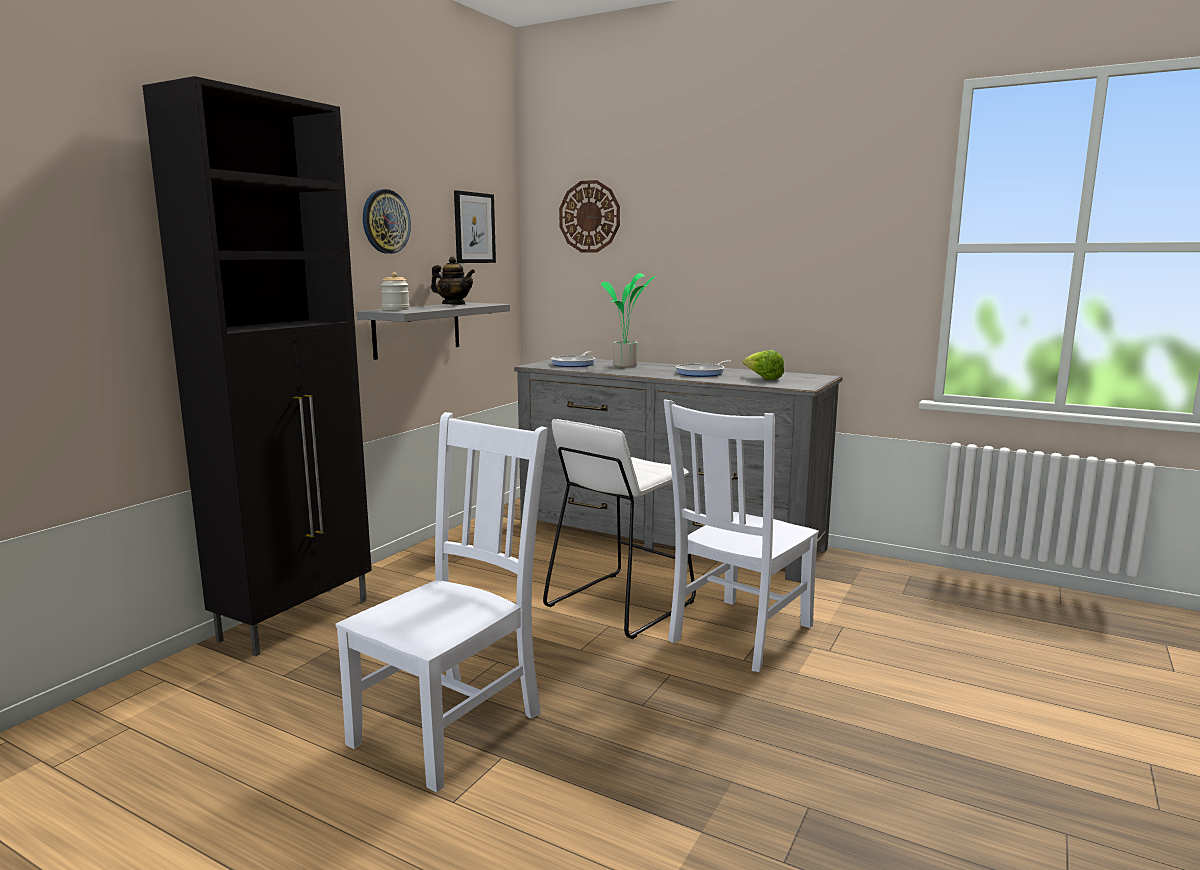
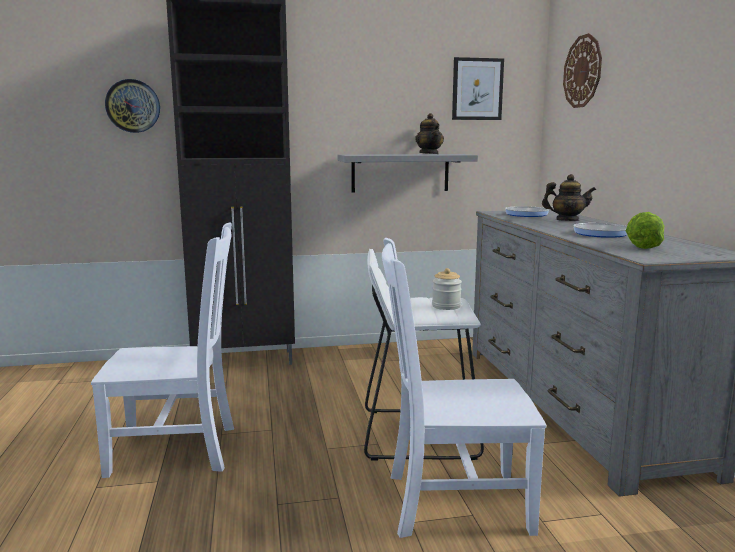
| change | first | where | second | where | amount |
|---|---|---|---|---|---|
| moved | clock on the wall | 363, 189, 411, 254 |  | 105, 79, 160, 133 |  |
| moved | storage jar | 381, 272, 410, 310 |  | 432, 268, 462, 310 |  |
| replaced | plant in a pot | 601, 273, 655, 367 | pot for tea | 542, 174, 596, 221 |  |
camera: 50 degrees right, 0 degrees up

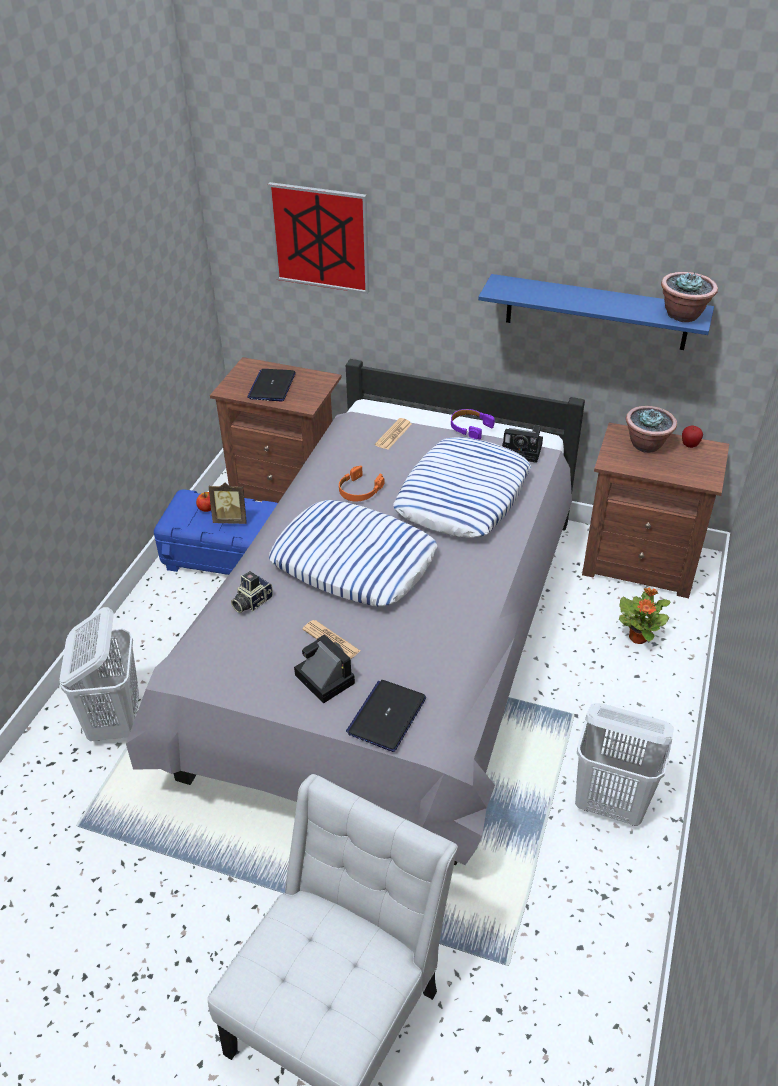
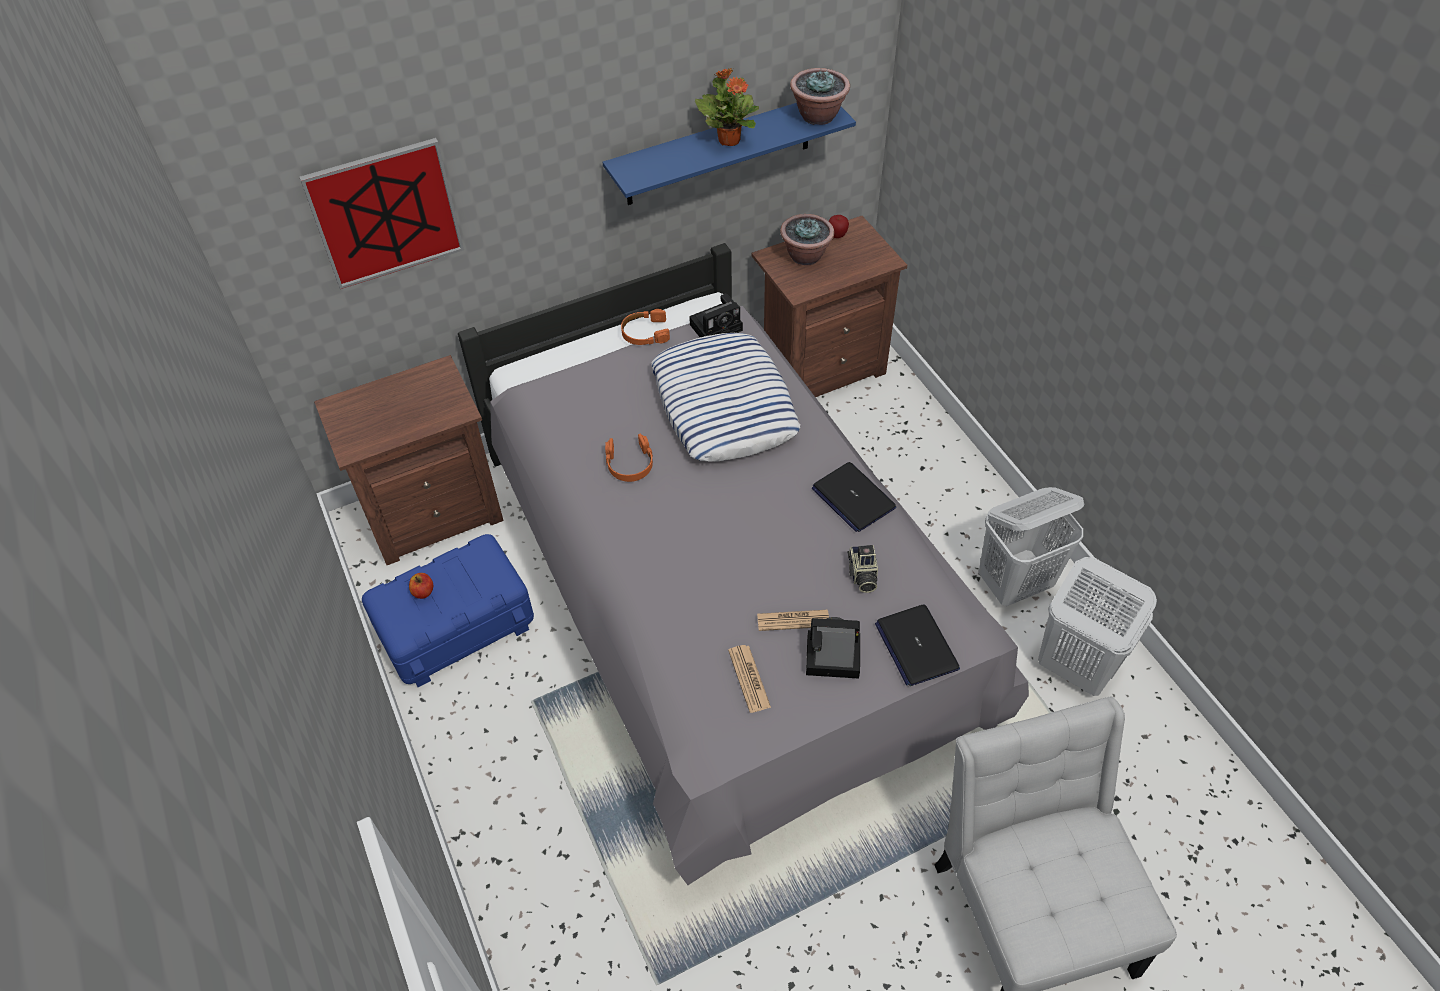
| change | first | where | second | where | amount |
|---|---|---|---|---|---|
| moved | white-coloured hamper | 60, 607, 139, 741 |  | 1038, 557, 1157, 696 |  |
| removed | photo frame | 209, 483, 247, 524 |  |  |  |
| moved | photo camera | 231, 571, 273, 613 |  | 848, 545, 878, 593 |  |
| moved | laptop | 247, 369, 296, 402 |  | 812, 462, 896, 532 |  |
| removed | pillow | 269, 500, 437, 607 |  |  |  |
| moved | printed paper | 375, 418, 412, 449 |  | 728, 645, 771, 713 |  |
| recoloured | purple pair of headphones | 451, 409, 495, 440 | orange pair of headphones | 621, 309, 670, 345 |  |
| moved | plant in a pot | 619, 587, 670, 644 |  | 695, 68, 759, 146 |  |
camera: 45 degrees left, 10 degrees up

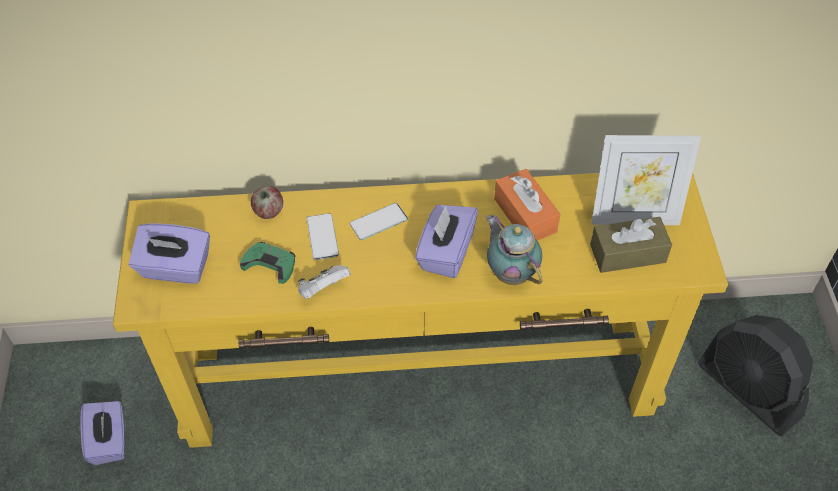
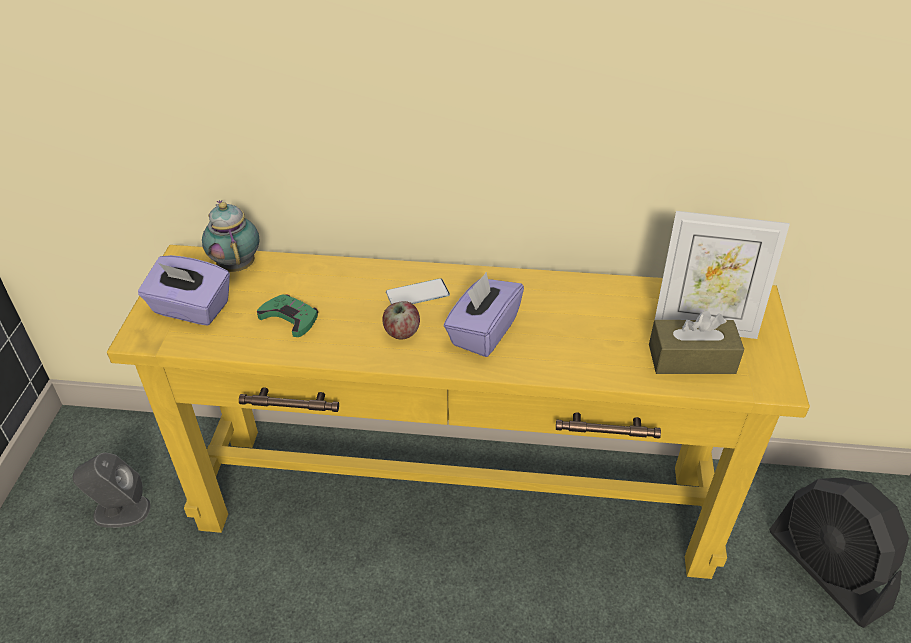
| change | first | where | second | where | amount |
|---|---|---|---|---|---|
| replaced | purple box of tissues | 81, 401, 125, 465 | gray loudspeaker | 73, 453, 151, 528 |  |
| moved | apple | 251, 186, 283, 219 |  | 382, 301, 420, 340 |  |
| removed | white-coloured gamepad | 298, 265, 350, 299 |  |  |  |
| removed | telephone | 307, 213, 339, 260 |  |  |  |
| moved | pot for tea | 486, 215, 542, 285 |  | 202, 200, 259, 272 |  |
| removed | orange box of tissues | 494, 169, 560, 241 |  |  |  |
camera: 10 degrees right, 10 degrees down

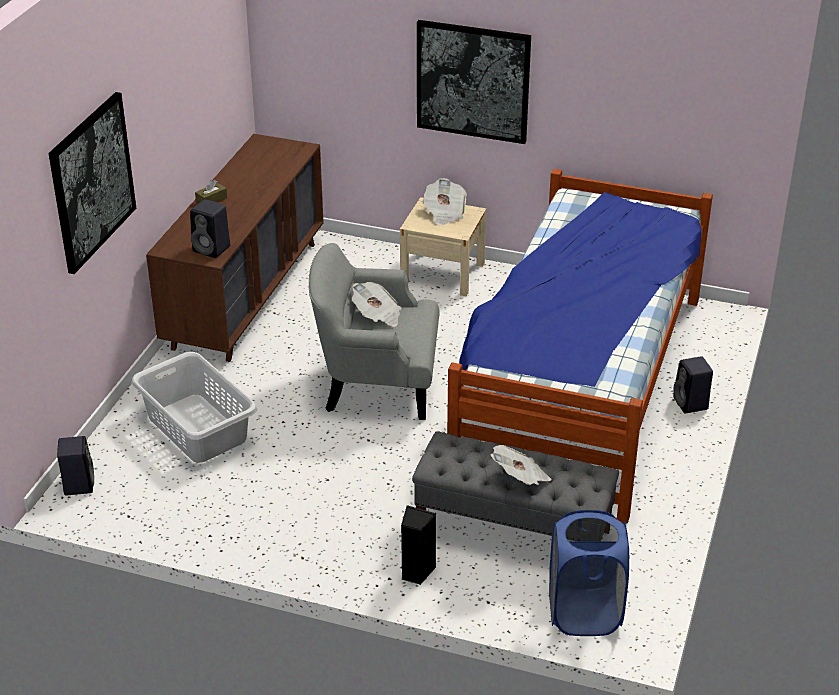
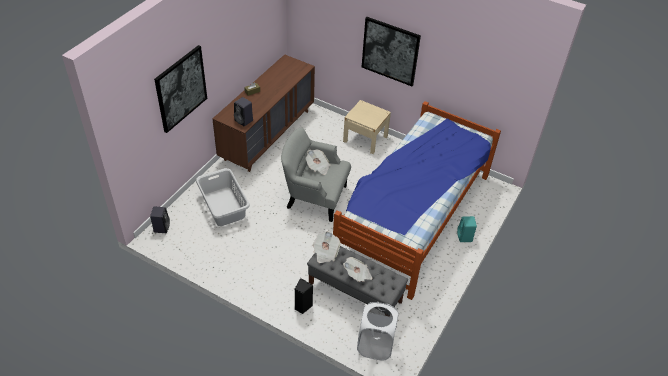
| change | first | where | second | where | amount |
|---|---|---|---|---|---|
| moved | printed paper | 422, 178, 467, 225 |  | 313, 231, 341, 263 |  |
| recoloured | blue-coloured hamper | 549, 510, 629, 636 | white-coloured hamper | 357, 302, 399, 361 |  |
| recoloured | blackish loudspeaker | 673, 356, 713, 414 | turquoise loudspeaker | 457, 216, 477, 242 |  |
camera: 10 degrees right, 10 degrees up

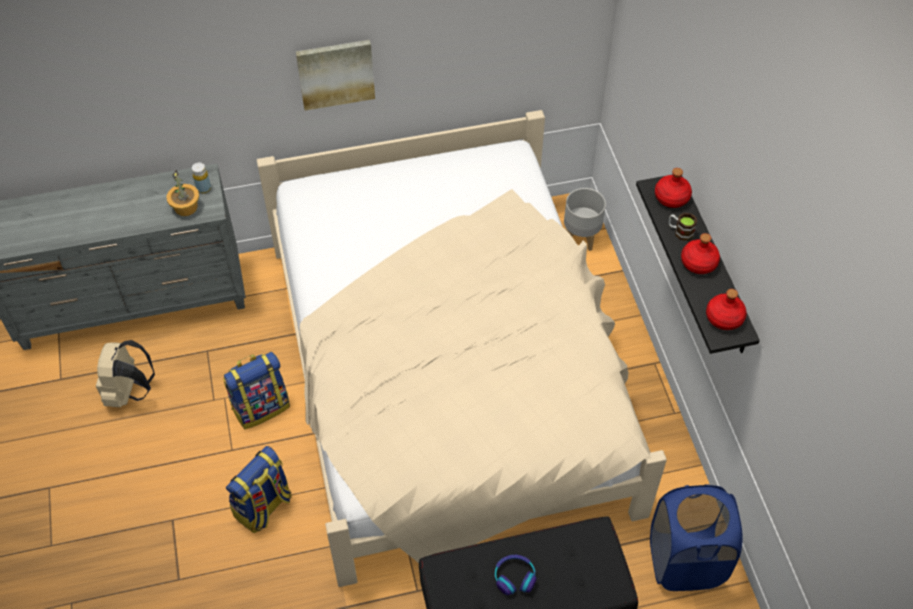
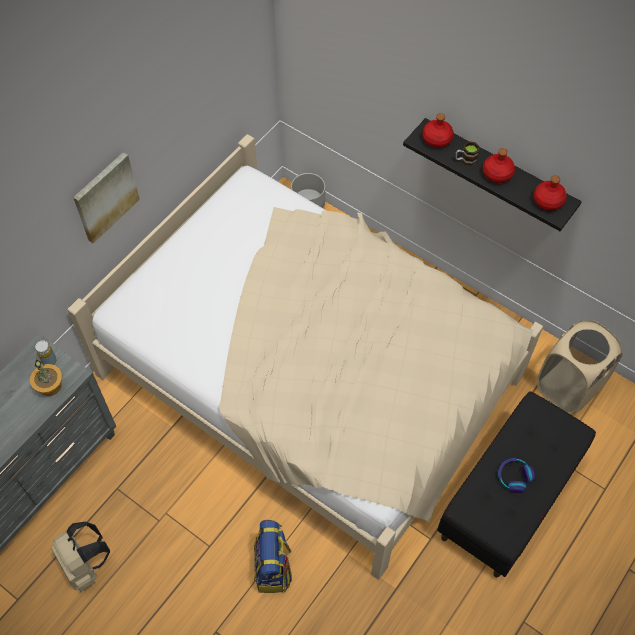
| change | first | where | second | where | amount |
|---|---|---|---|---|---|
| removed | rucksack | 223, 352, 290, 429 |  |  |  |
| recoloured | blue-coloured hamper | 650, 484, 743, 591 | sand-coloured hamper | 537, 320, 623, 414 |  |
camera: 40 degrees left, 5 degrees up

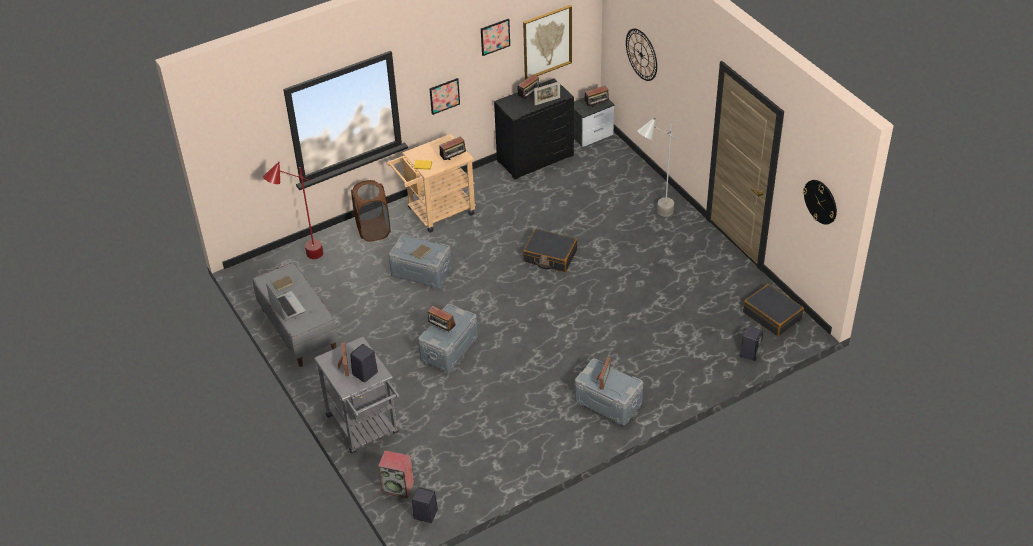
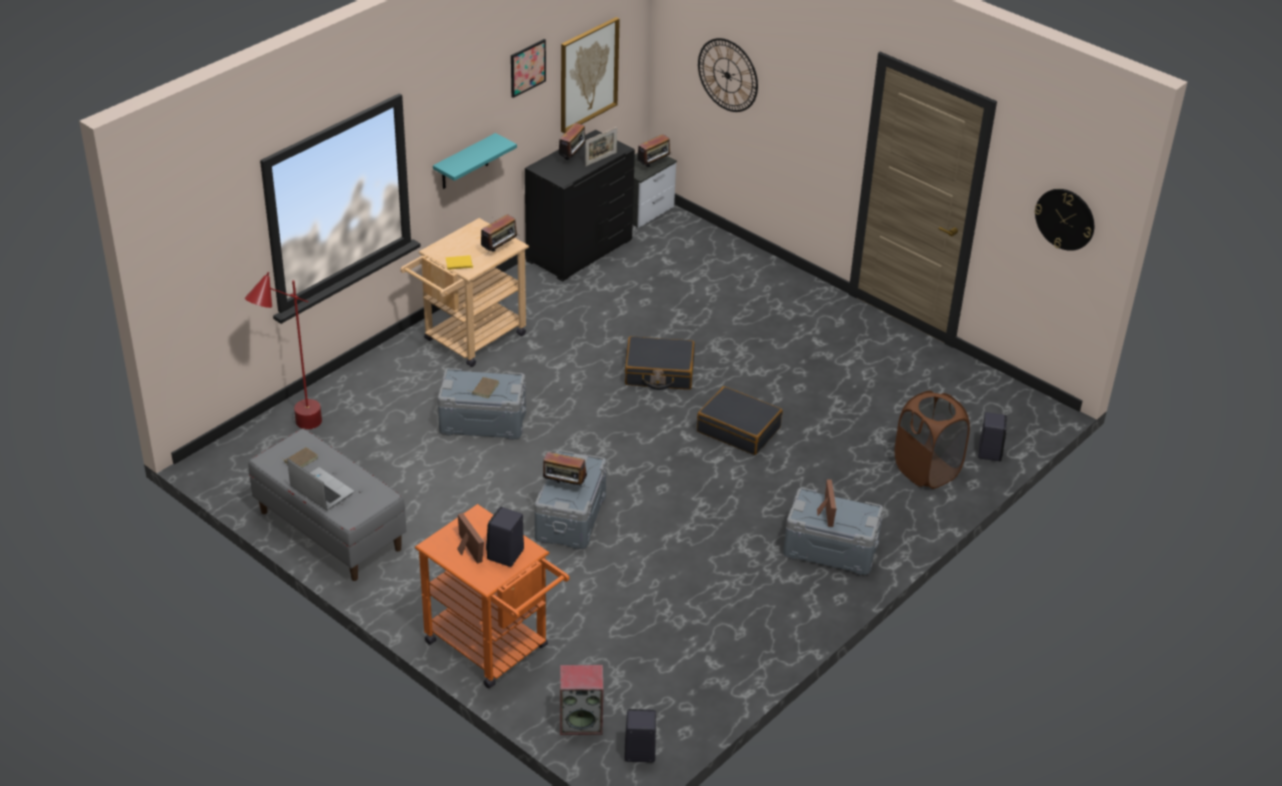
| change | first | where | second | where | amount |
|---|---|---|---|---|---|
| recoloured | gray trolley | 314, 336, 399, 454 | orange trolley | 415, 504, 570, 688 |  |
| moved | brown hamper | 351, 180, 390, 242 |  | 895, 391, 970, 489 |  |
| replaced | wall art | 430, 78, 460, 115 | turquoise bracket shelf | 433, 133, 517, 189 |  |
| removed | gray standard lamp | 637, 117, 678, 217 |  |  |  |
| moved | blackish piece of luggage | 743, 284, 804, 336 |  | 697, 386, 783, 455 |  |
camera: 20 degrees left, 5 degrees down

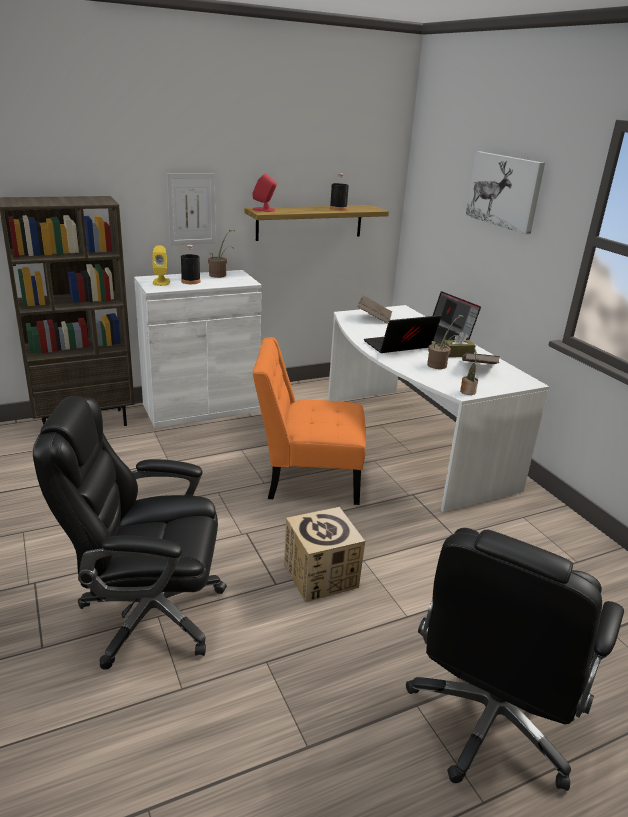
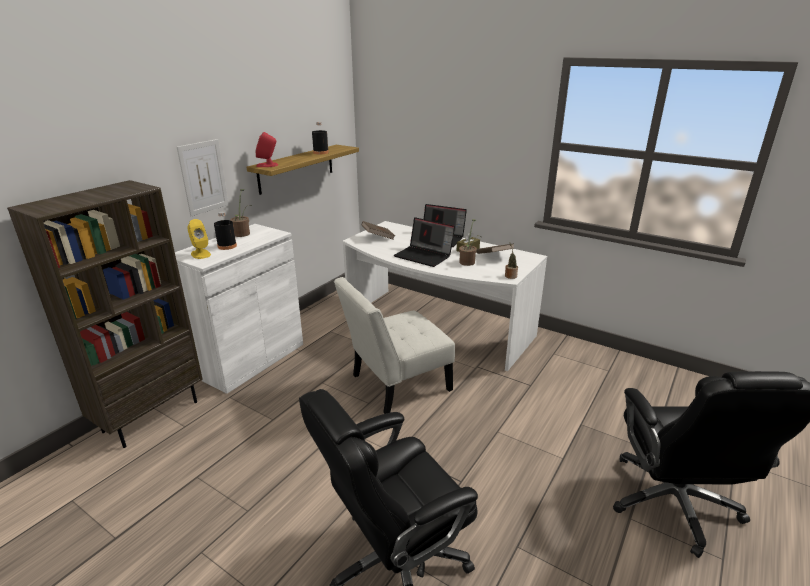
| change | first | where | second | where | amount |
|---|---|---|---|---|---|
| recoloured | orange chair | 252, 337, 366, 505 | white-coloured chair | 334, 277, 455, 414 |  |
| removed | cardboard box | 284, 507, 365, 602 |  |  |  |
| turned | laptop | 363, 315, 441, 353 |  | 394, 217, 455, 267 | 90 degrees counterclockwise |
| removed | wall art | 466, 151, 545, 234 |  |  |  |
camera: 30 degrees left, 0 degrees up

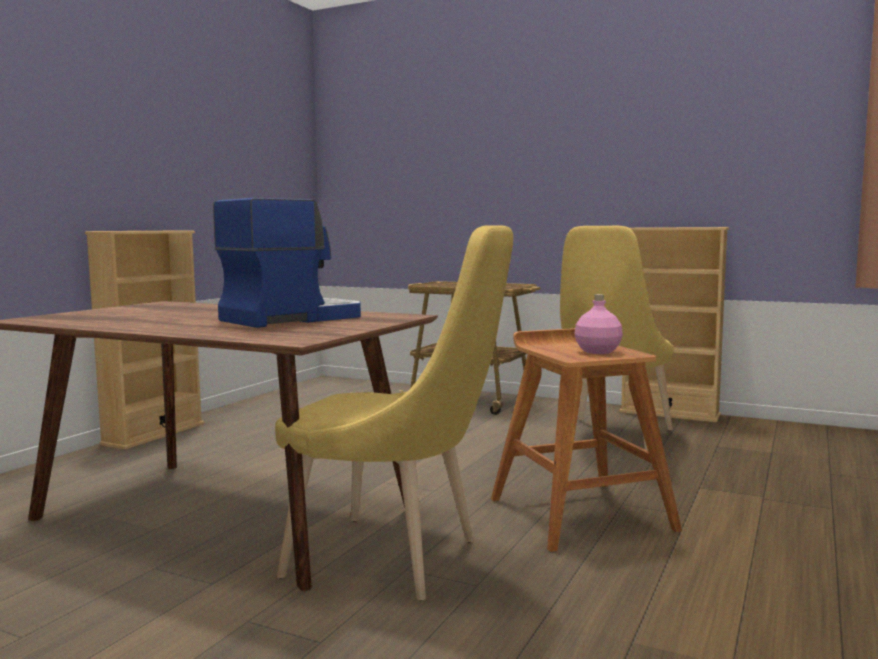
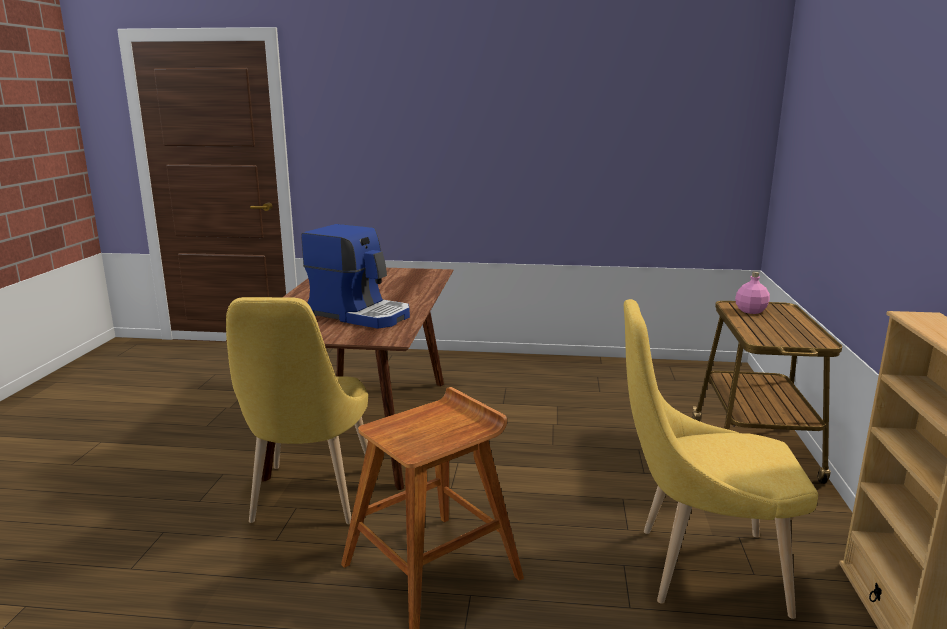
| change | first | where | second | where | amount |
|---|---|---|---|---|---|
| removed | sand-coloured bookcase | 85, 230, 204, 450 |  |  |  |
| moved | pink beverage bottle | 574, 294, 623, 354 |  | 735, 272, 770, 314 |  |
camera: 70 degrees right, 10 degrees up

